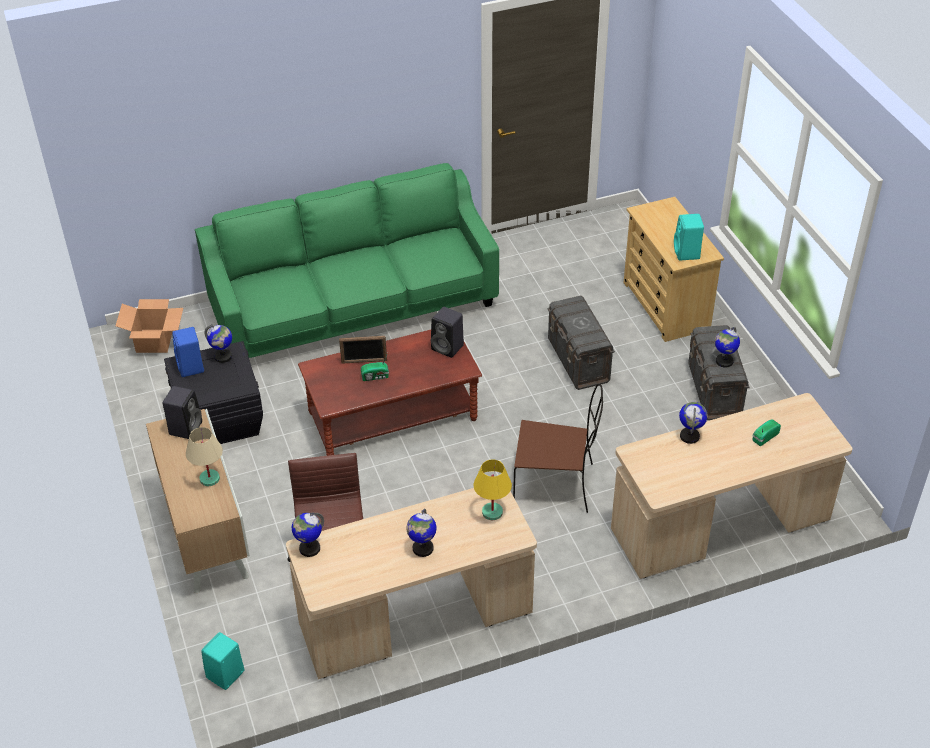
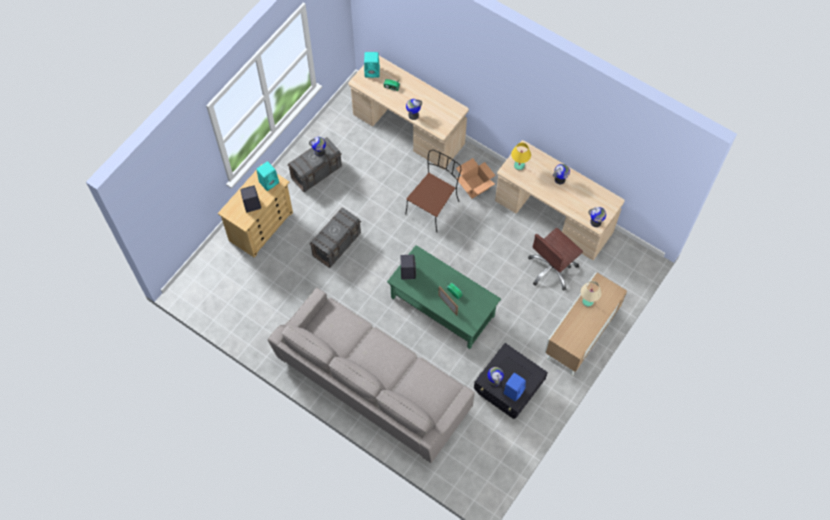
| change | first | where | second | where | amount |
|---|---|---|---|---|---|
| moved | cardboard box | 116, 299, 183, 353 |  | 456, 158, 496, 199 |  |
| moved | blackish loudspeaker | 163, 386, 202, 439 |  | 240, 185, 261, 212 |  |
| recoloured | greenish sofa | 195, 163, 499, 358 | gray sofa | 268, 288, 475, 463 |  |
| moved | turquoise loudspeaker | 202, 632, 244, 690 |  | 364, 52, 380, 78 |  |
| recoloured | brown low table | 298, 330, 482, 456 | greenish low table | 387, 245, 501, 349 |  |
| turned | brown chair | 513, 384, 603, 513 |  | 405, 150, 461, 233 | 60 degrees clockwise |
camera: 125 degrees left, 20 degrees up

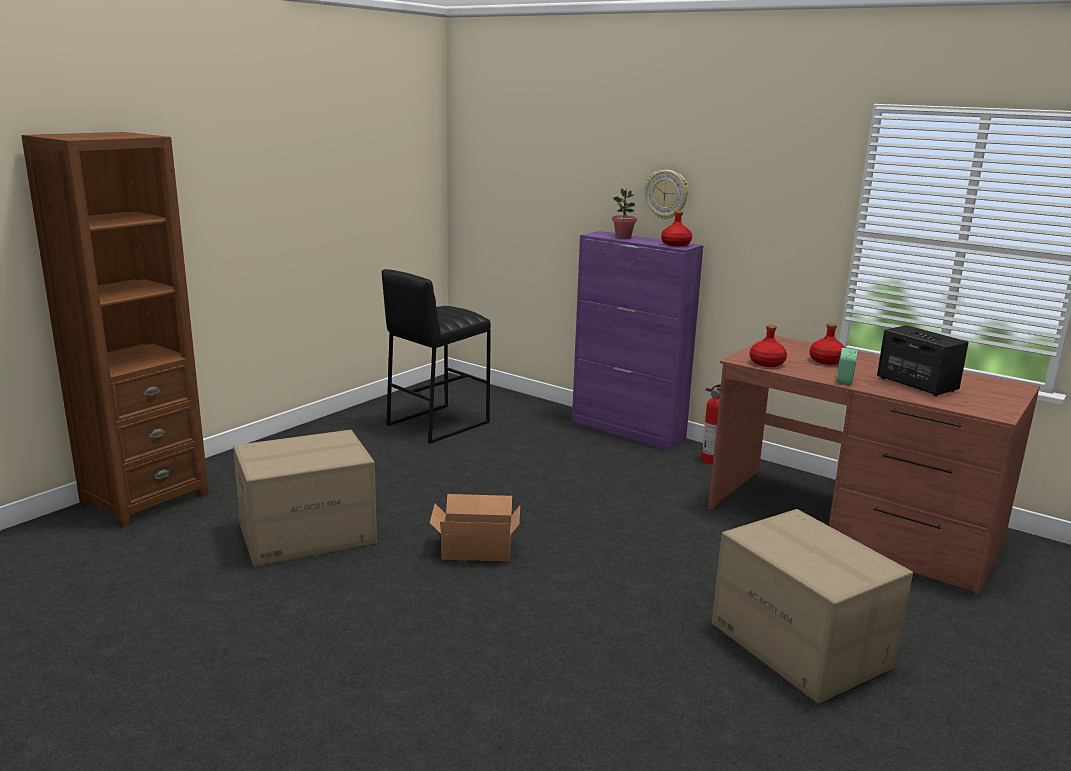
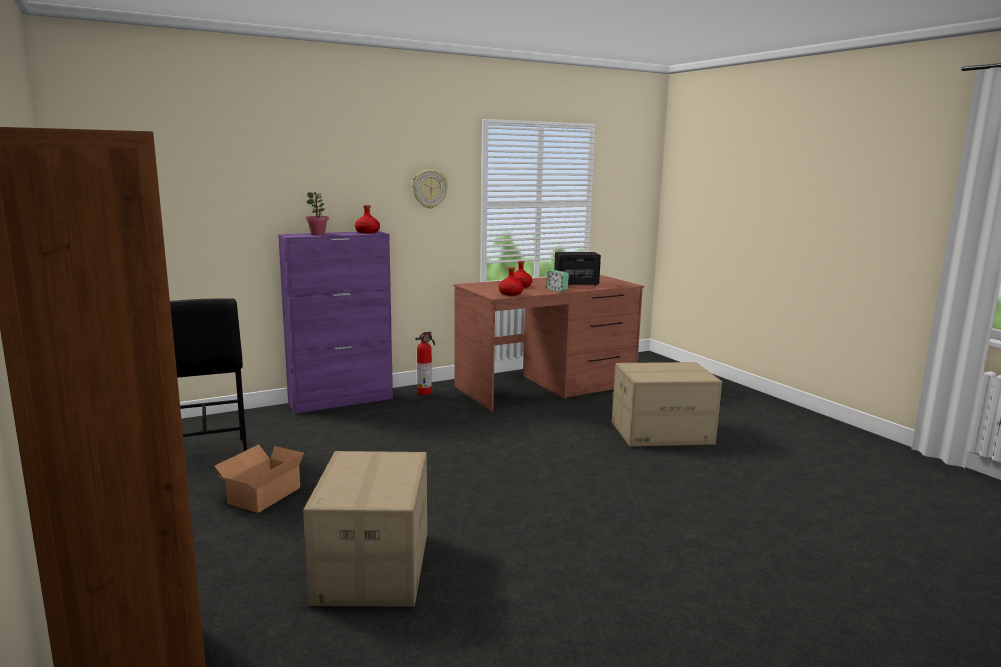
| change | first | where | second | where | amount |
|---|---|---|---|---|---|
| moved | cardboard box | 430, 494, 520, 561 |  | 215, 445, 304, 513 |  |
| moved | clock on the wall | 645, 170, 688, 219 |  | 412, 169, 448, 209 |  |
camera: 65 degrees left, 5 degrees down

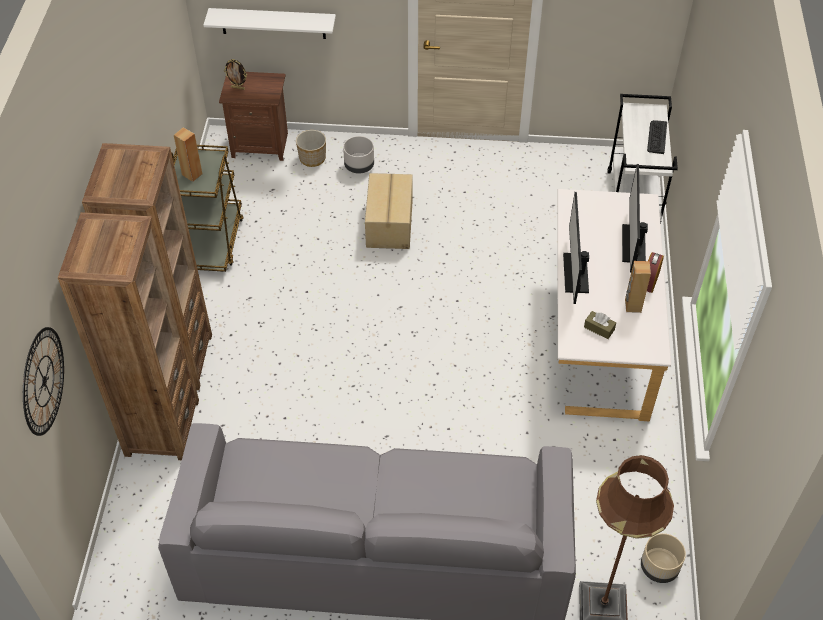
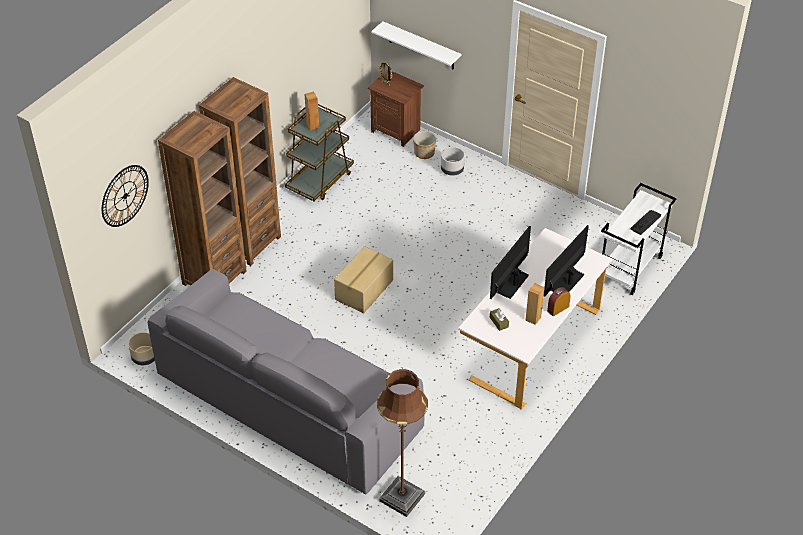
| change | first | where | second | where | amount |
|---|---|---|---|---|---|
| moved | cardboard box | 365, 173, 413, 249 |  | 334, 246, 393, 313 |  |
| moved | sand-coloured planter | 641, 533, 686, 583 |  | 128, 332, 155, 365 |  |
camera: 30 degrees right, 5 degrees down

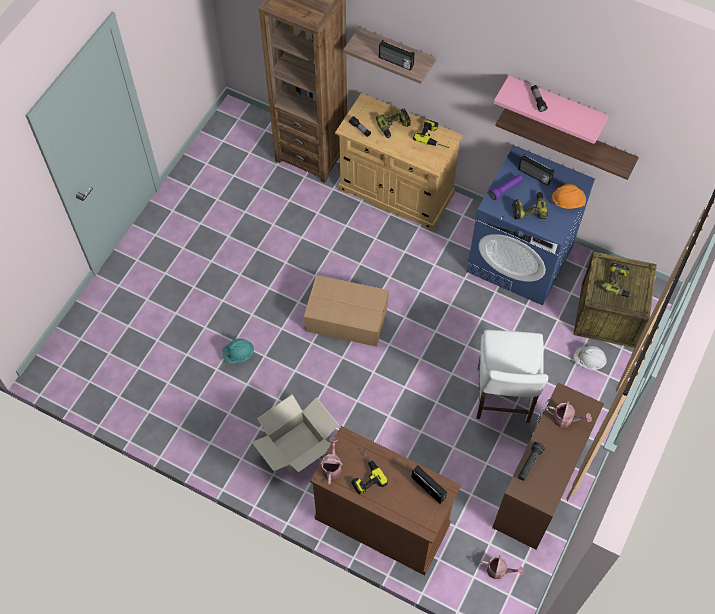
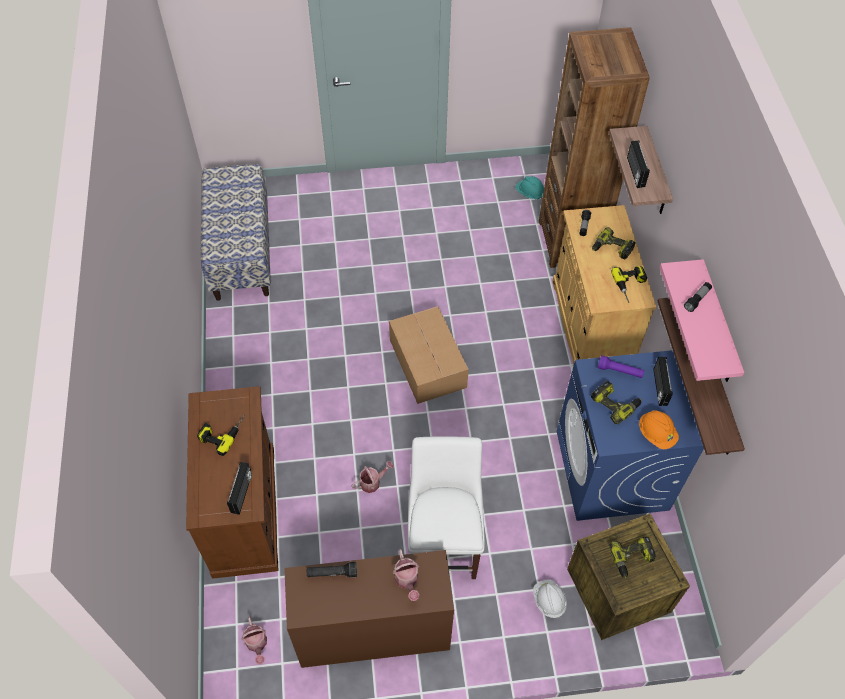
| change | first | where | second | where | amount |
|---|---|---|---|---|---|
| moved | turquoise hard hat | 222, 339, 254, 363 |  | 516, 176, 544, 200 |  |
| removed | cardboard box | 252, 394, 339, 473 |  |  |  |
| moved | watering can | 320, 438, 342, 485 |  | 352, 461, 394, 493 |  |
| turned | white-coloured chair | 476, 330, 548, 423 |  | 408, 436, 485, 579 | 120 degrees clockwise |
| added |  |  | long seat | 201, 164, 271, 301 |  |
camera: 55 degrees right, 5 degrees down

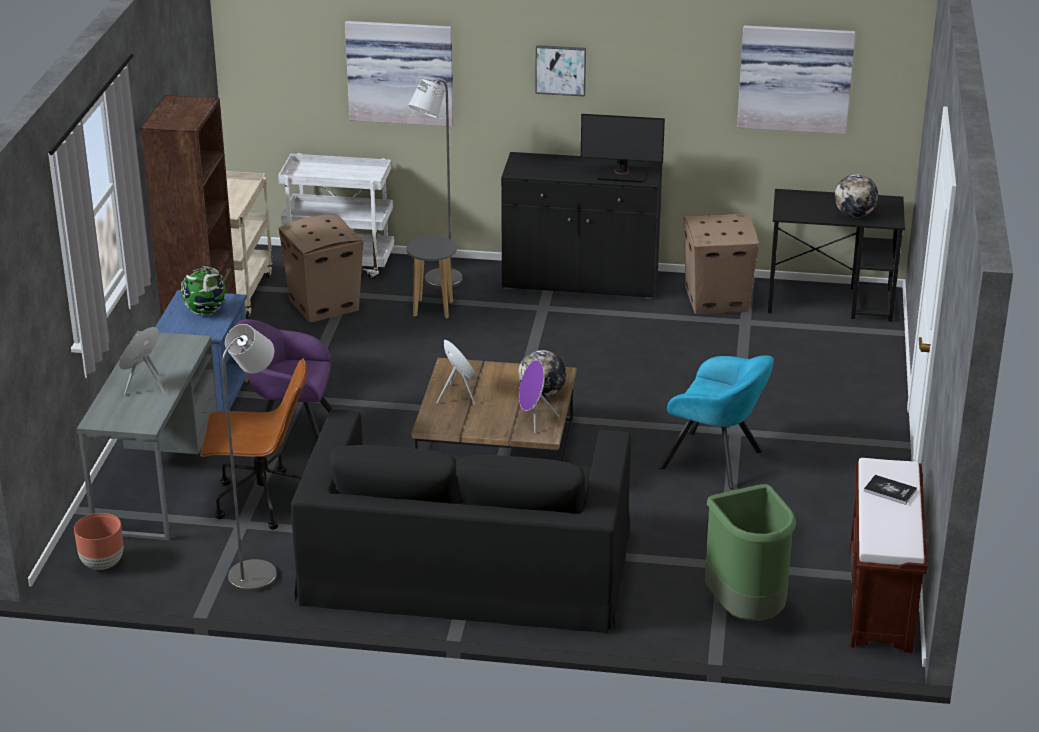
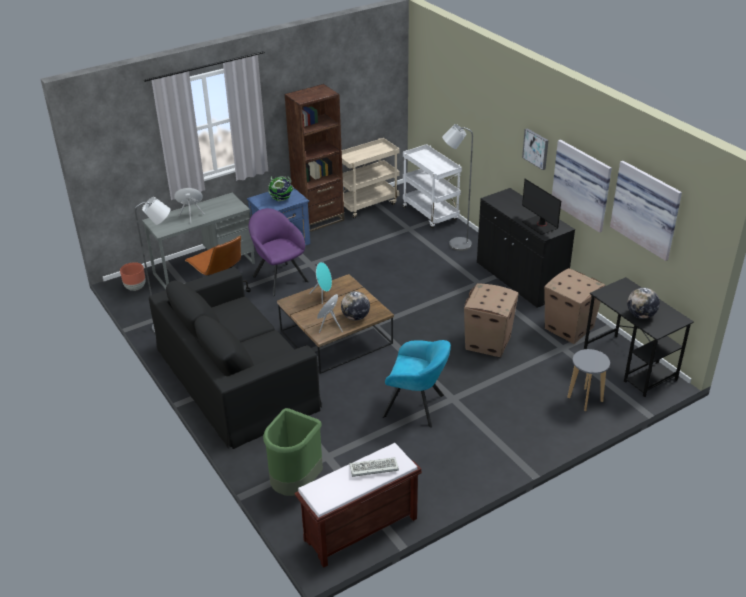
| change | first | where | second | where | amount |
|---|---|---|---|---|---|
| moved | cardboard box | 279, 215, 363, 323 |  | 464, 283, 519, 357 |  |
| moved | wall art | 345, 21, 454, 127 |  | 552, 140, 612, 233 |  |
| moved | gray stool | 407, 236, 457, 319 |  | 567, 349, 610, 411 |  |
| turned | turquoise easy chair | 659, 355, 774, 490 |  | 382, 340, 451, 427 | 60 degrees counterclockwise |
| replaced | volume | 864, 475, 917, 505 | keyboard | 349, 457, 399, 477 |  |
camera: 50 degrees right, 5 degrees up

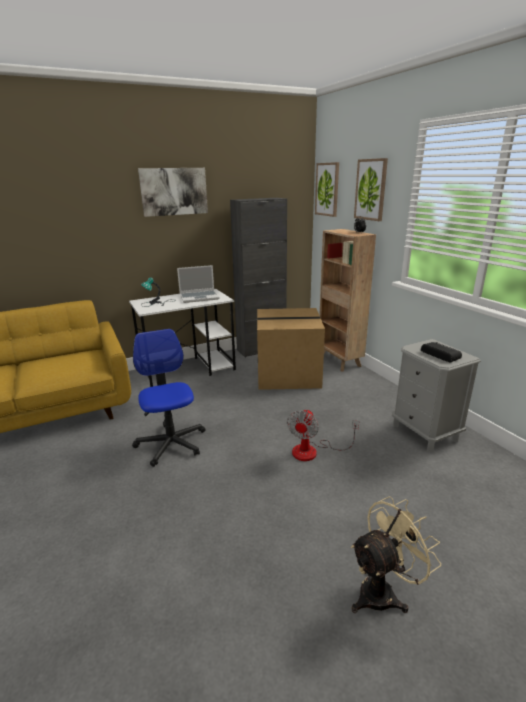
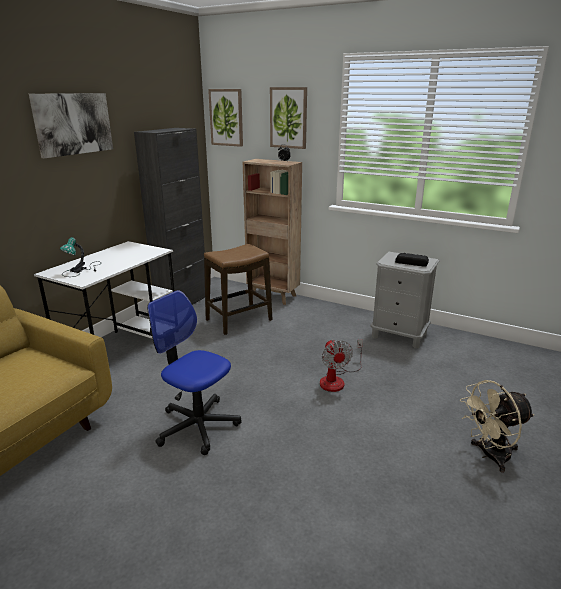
| change | first | where | second | where | amount |
|---|---|---|---|---|---|
| removed | laptop | 177, 265, 219, 303 |  |  |  |
| replaced | cardboard box | 257, 308, 325, 390 | stool | 204, 244, 273, 335 |  |
| turned | sand-coloured cooling fan | 351, 496, 441, 613 |  | 460, 380, 535, 473 | 135 degrees counterclockwise |
camera: 35 degrees left, 0 degrees up

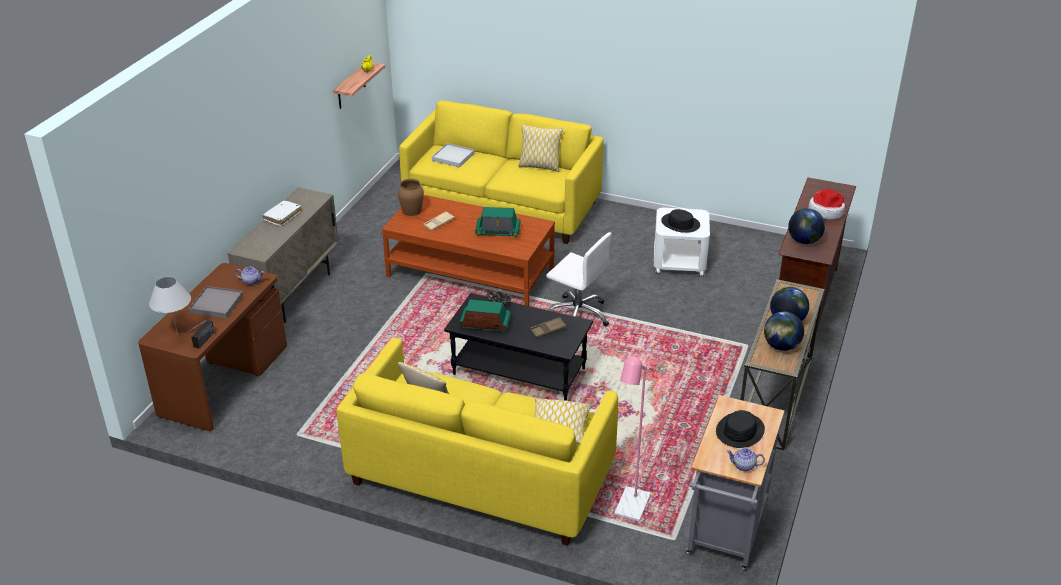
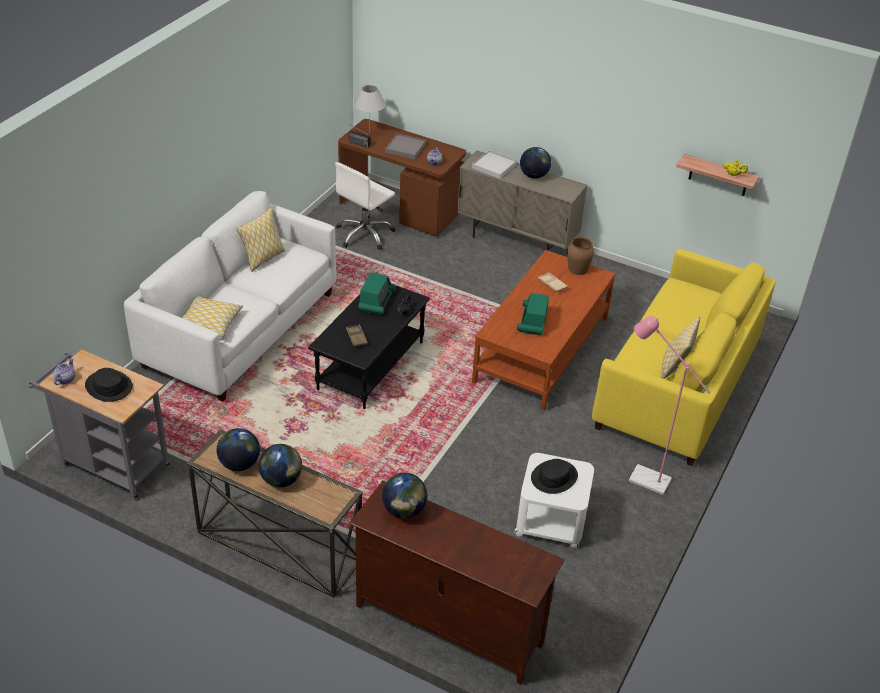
| change | first | where | second | where | amount |
|---|---|---|---|---|---|
| replaced | white-coloured volume | 263, 201, 301, 226 | desk globe | 520, 147, 551, 179 |  |
| recoloured | yellow sofa | 337, 338, 618, 546 | white-coloured sofa | 124, 191, 337, 402 |  |
| moved | white-coloured tray | 432, 143, 475, 168 |  | 472, 150, 517, 179 |  |
| moved | white-coloured desk chair | 546, 232, 612, 326 |  | 335, 162, 395, 250 |  |
| moved | pink standard lamp | 614, 354, 653, 521 |  | 629, 316, 711, 495 |  |
| removed | hat | 808, 189, 845, 220 |  |  |  |
camera: 95 degrees right, 5 degrees up

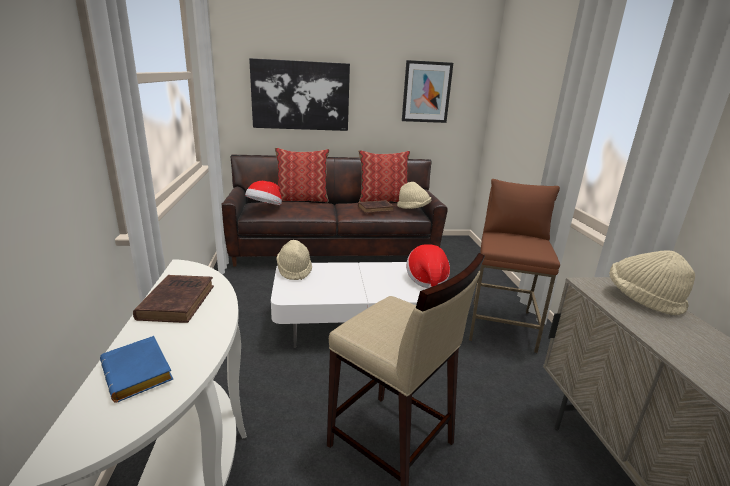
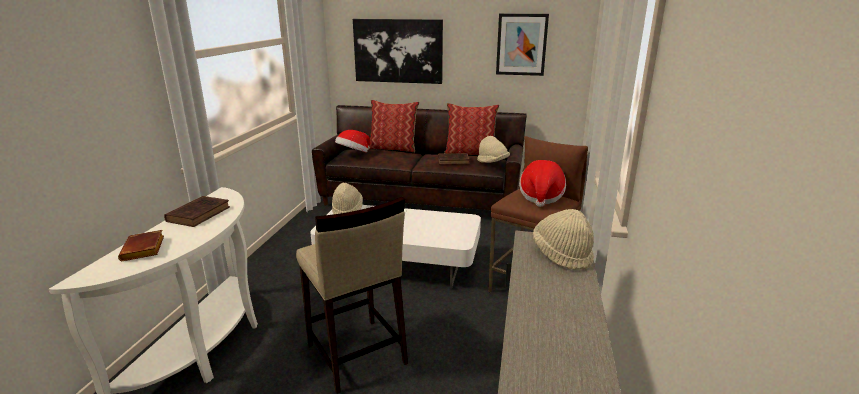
| change | first | where | second | where | amount |
|---|---|---|---|---|---|
| recoloured | blue-coloured volume | 100, 336, 173, 403 | brown volume | 118, 230, 164, 261 |  |
| moved | hat | 406, 244, 450, 288 |  | 519, 160, 566, 207 |  |
camera: 20 degrees right, 0 degrees up

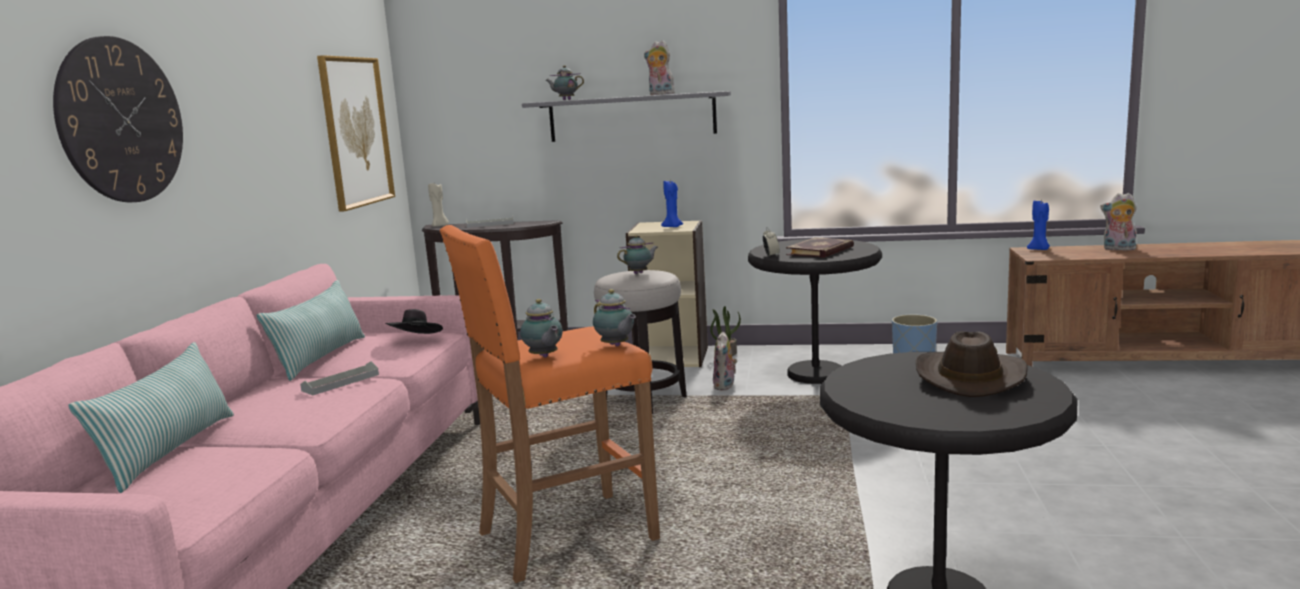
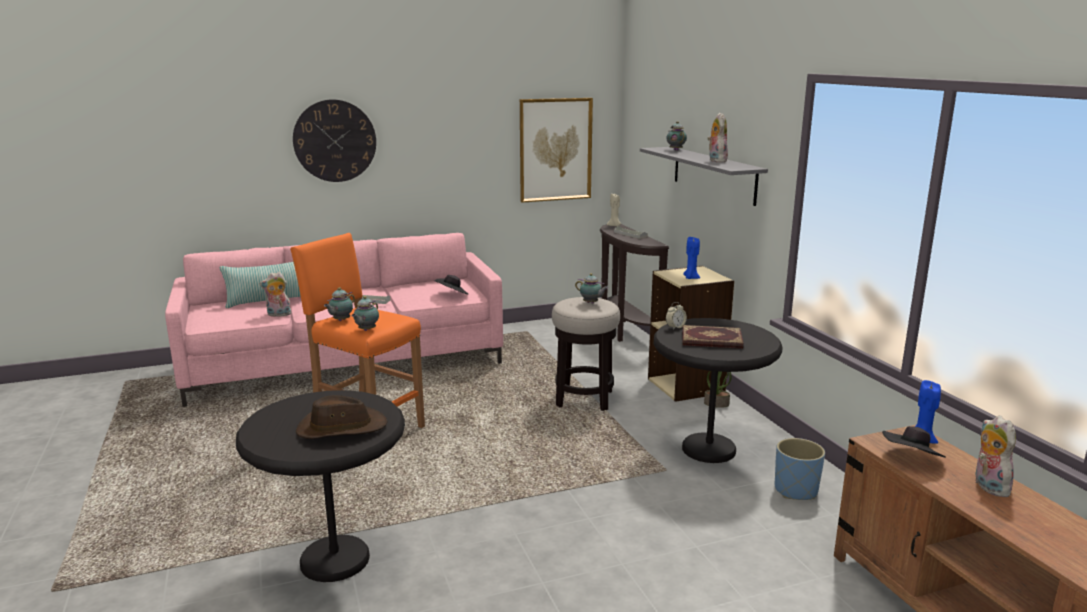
| change | first | where | second | where | amount |
|---|---|---|---|---|---|
| removed | pillow | 257, 280, 365, 381 |  |  |  |
| moved | plush toy | 713, 332, 737, 391 |  | 260, 272, 291, 317 |  |
| added |  |  | blackish hat | 882, 426, 946, 458 |  |
camera: 60 degrees right, 5 degrees up

